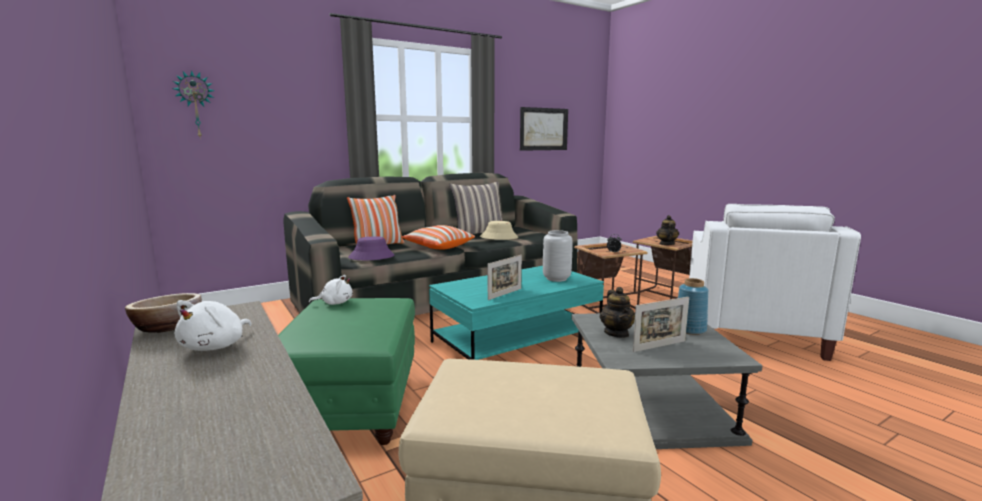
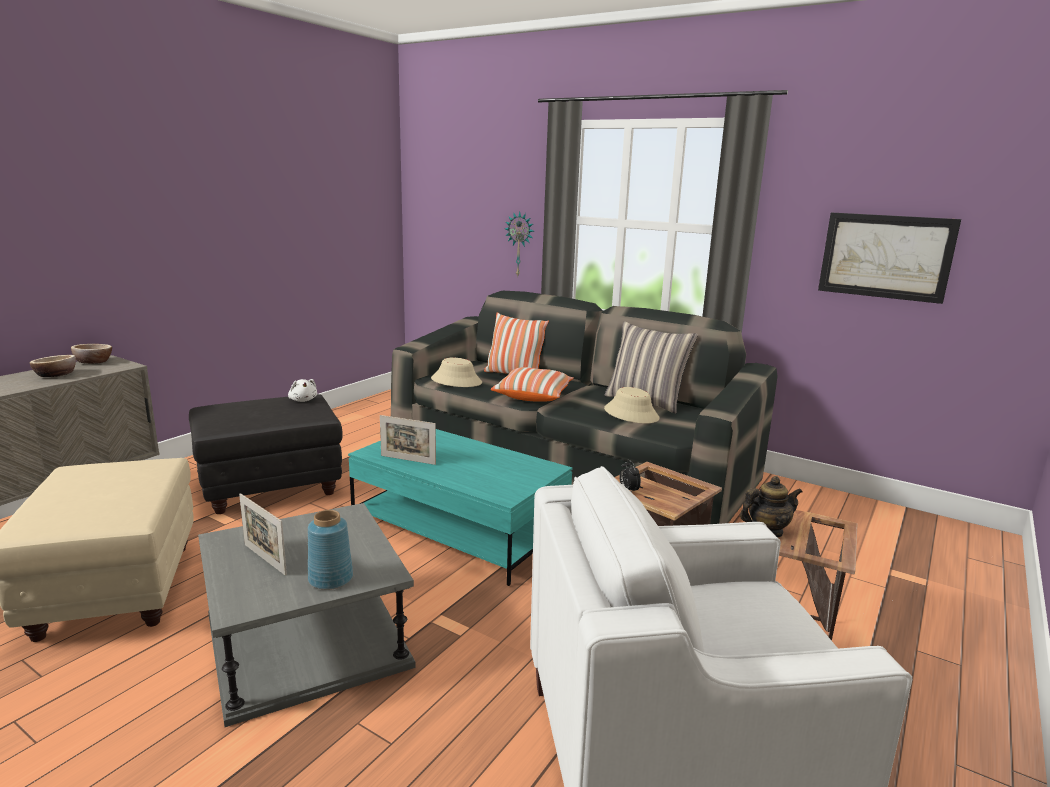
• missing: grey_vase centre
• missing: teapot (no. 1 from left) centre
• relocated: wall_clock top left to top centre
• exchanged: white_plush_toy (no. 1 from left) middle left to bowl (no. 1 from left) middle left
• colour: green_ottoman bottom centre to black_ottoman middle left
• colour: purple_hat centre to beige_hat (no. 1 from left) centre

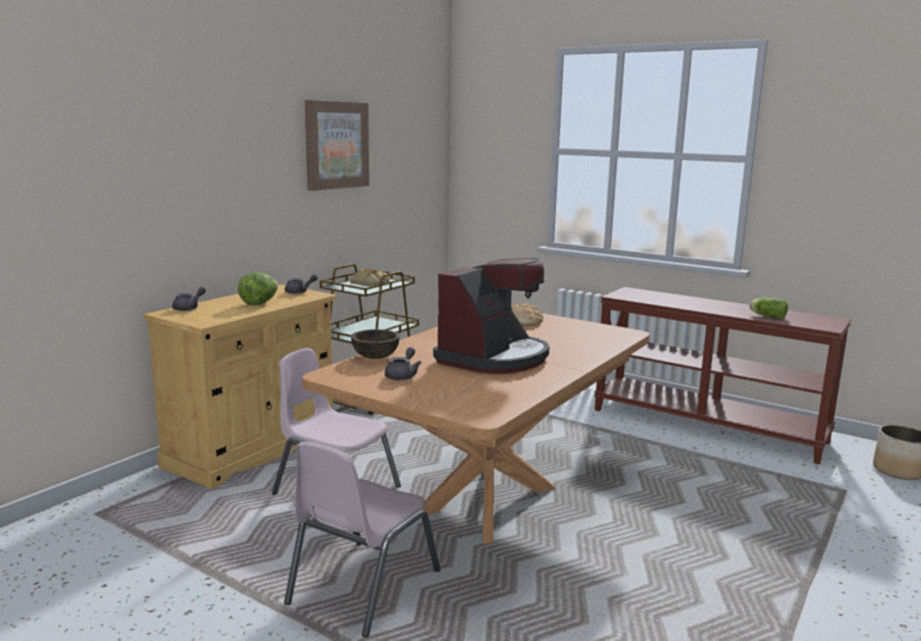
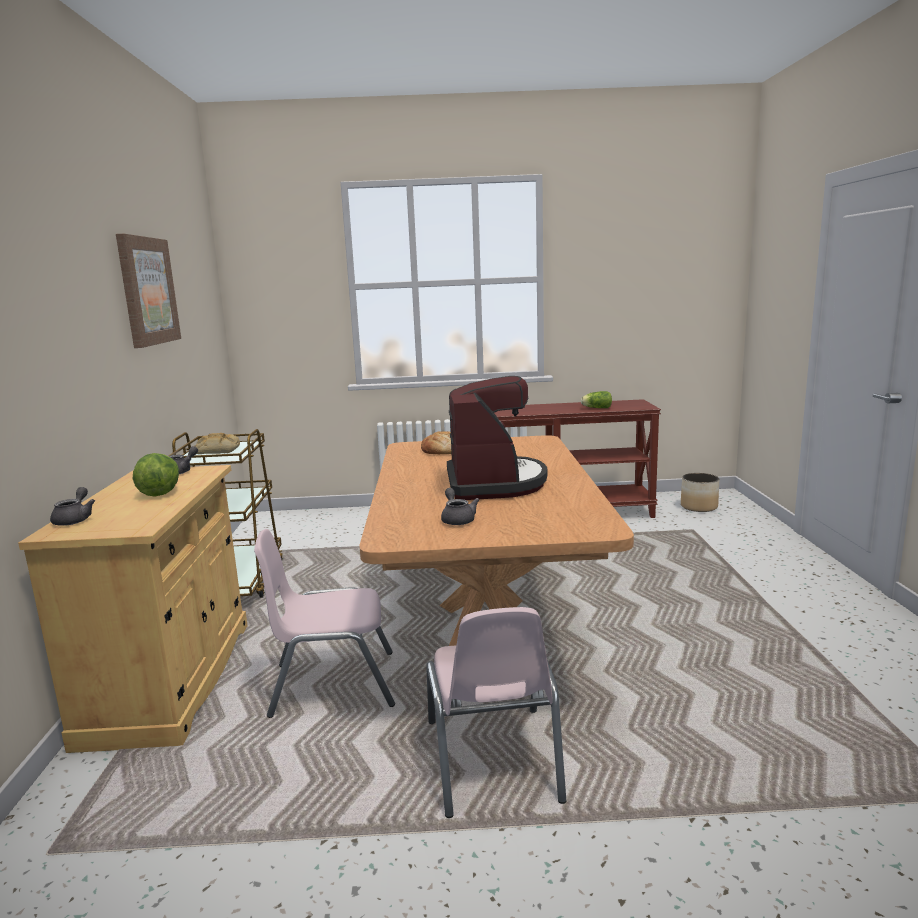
• missing: brown_bowl centre

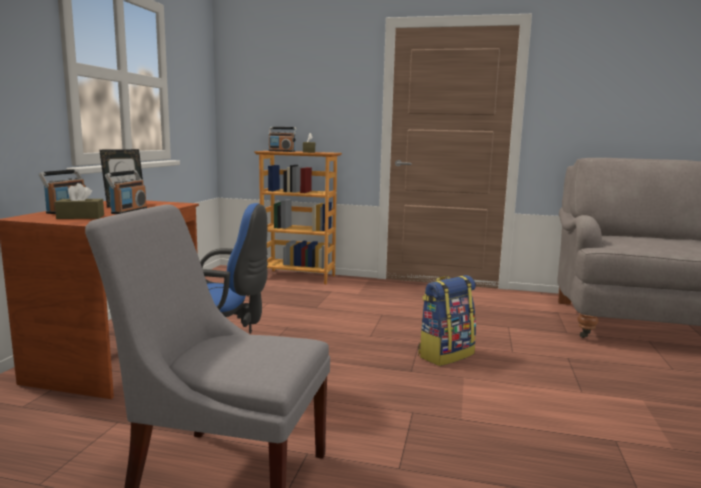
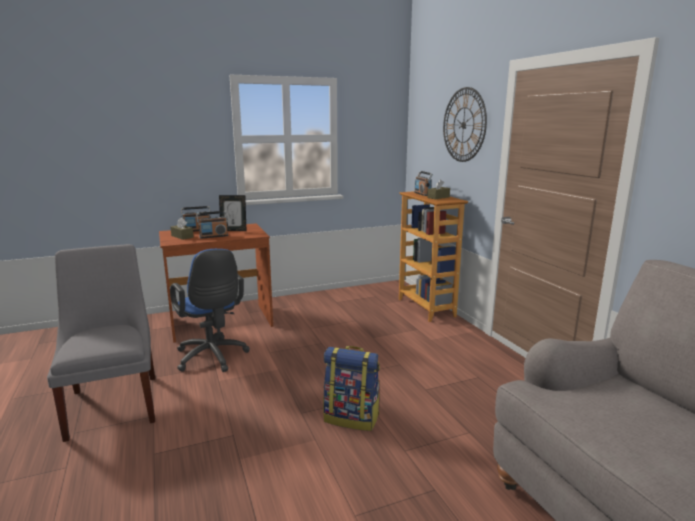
• appeared: wall_clock top right

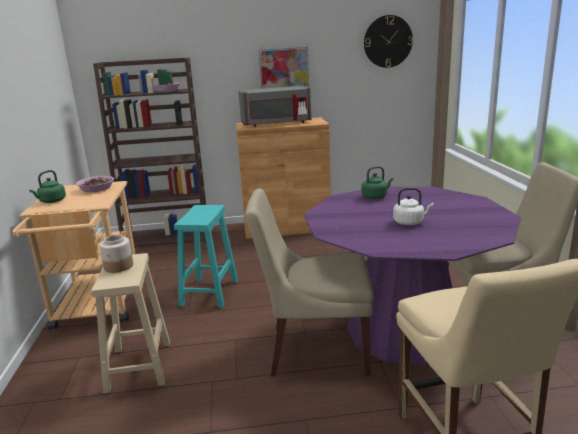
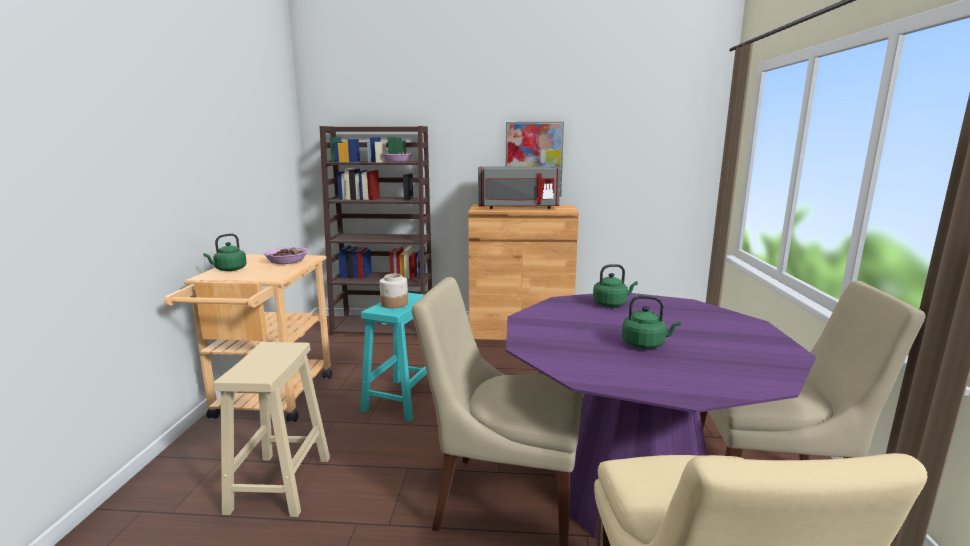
• missing: wall_clock top right
• relocated: jar middle left to centre
• colour: white_kettle middle right to green_kettle (no. 3 from left) middle right

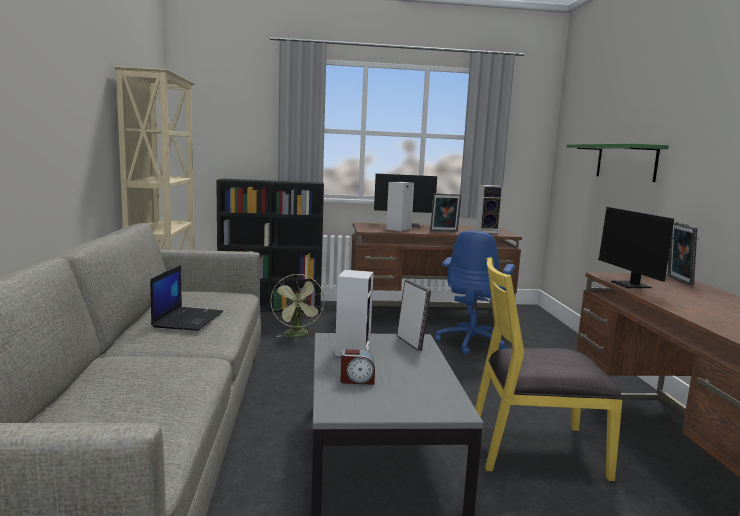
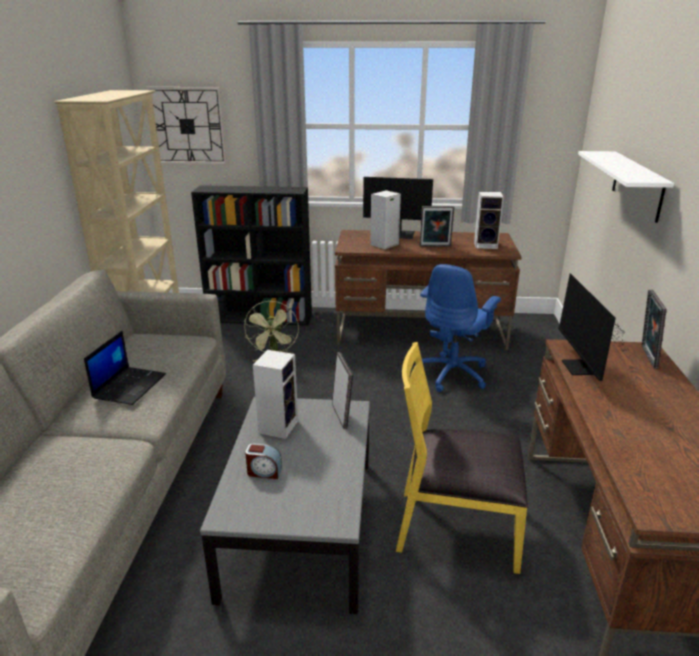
• appeared: wall_clock top left
• colour: green_shelf top right to white_shelf top right

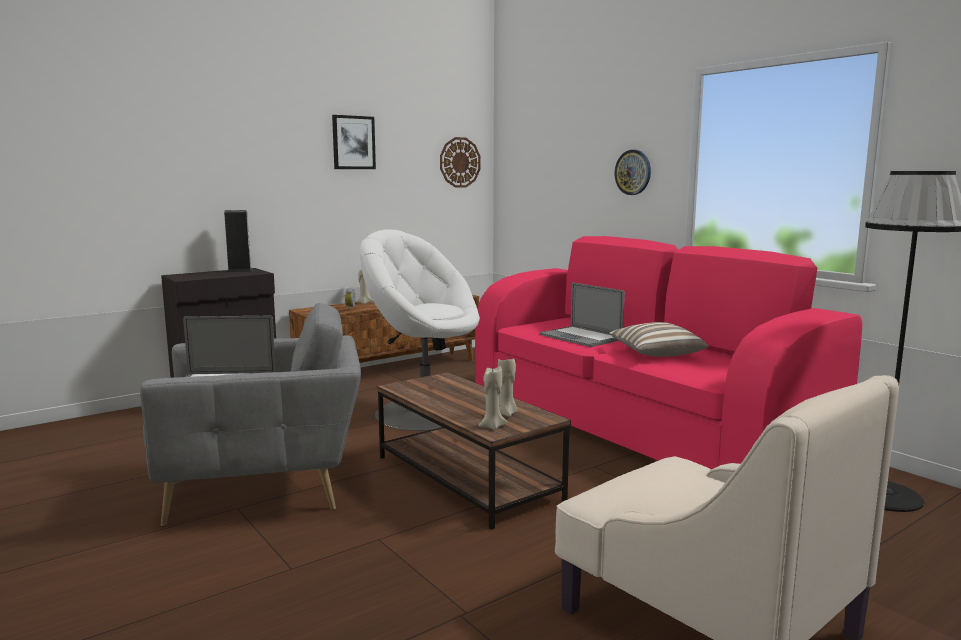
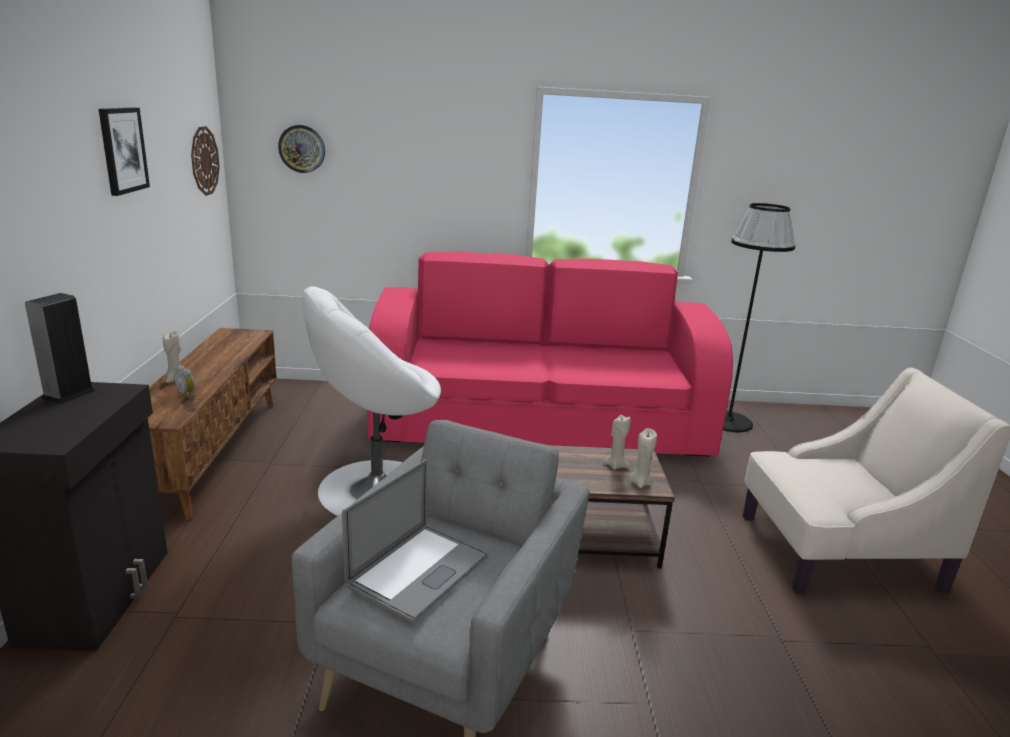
• missing: laptop (no. 2 from left) centre
• missing: pillow middle right
• relocated: wall_clock (no. 2 from left) top centre to top left

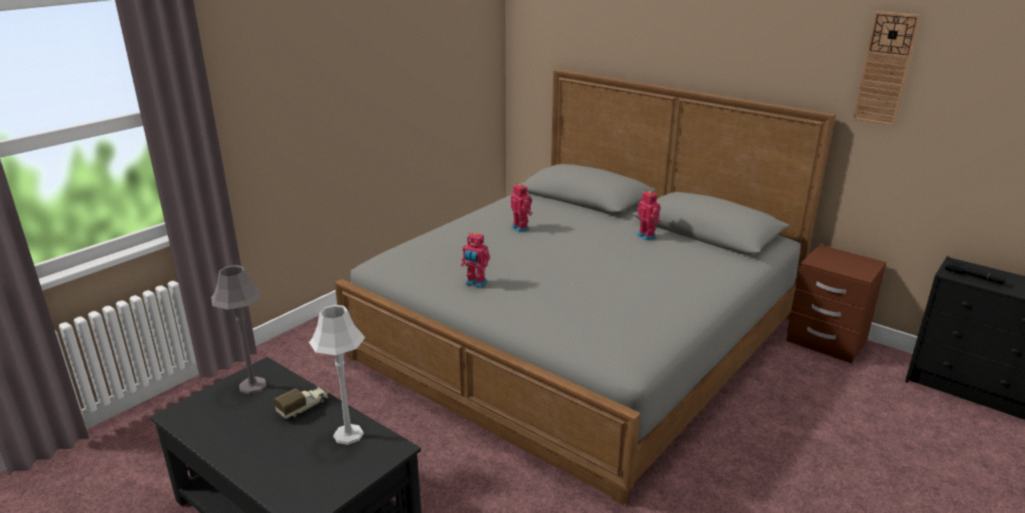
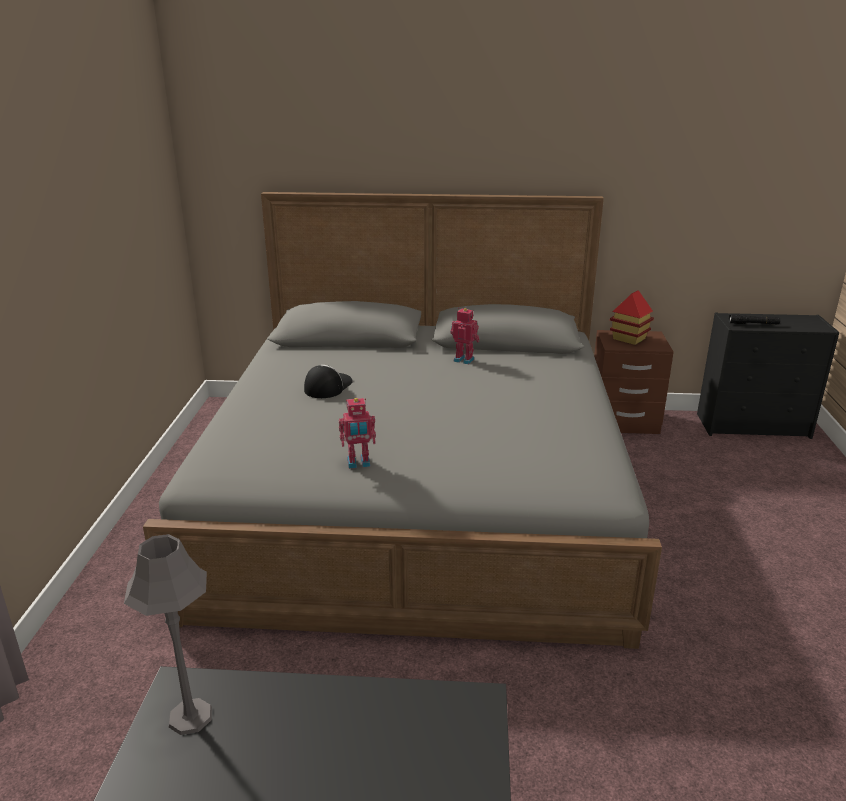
• missing: toy_truck bottom left
• missing: grey_table_lamp (no. 2 from left) bottom left
• missing: wall_clock top right
• appeared: toy_house middle right
• exchanged: toy_robot (no. 2 from left) centre to cap centre

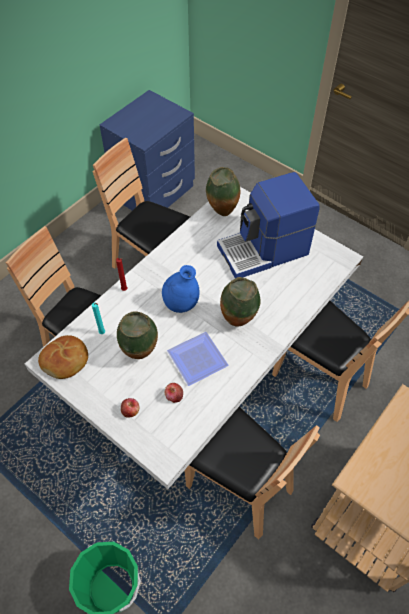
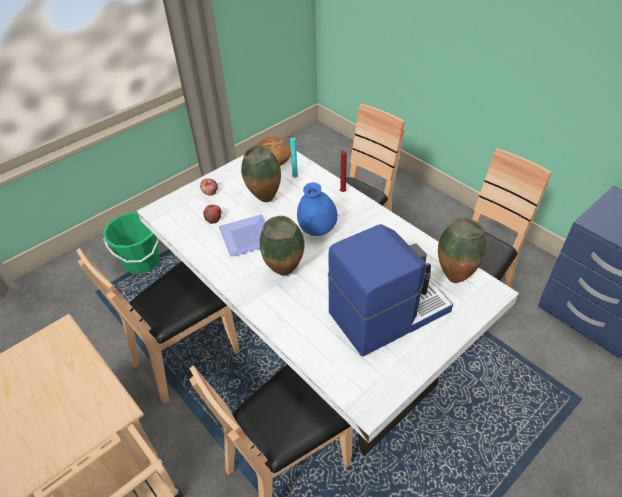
• spun: coffee_machine centre = centre 75 degrees clockwise

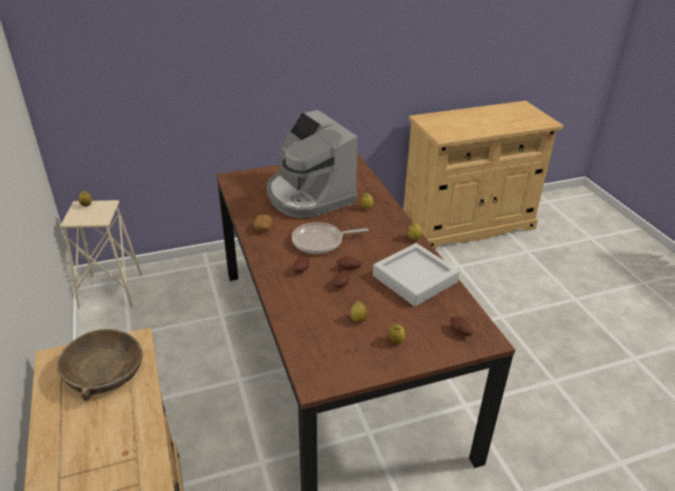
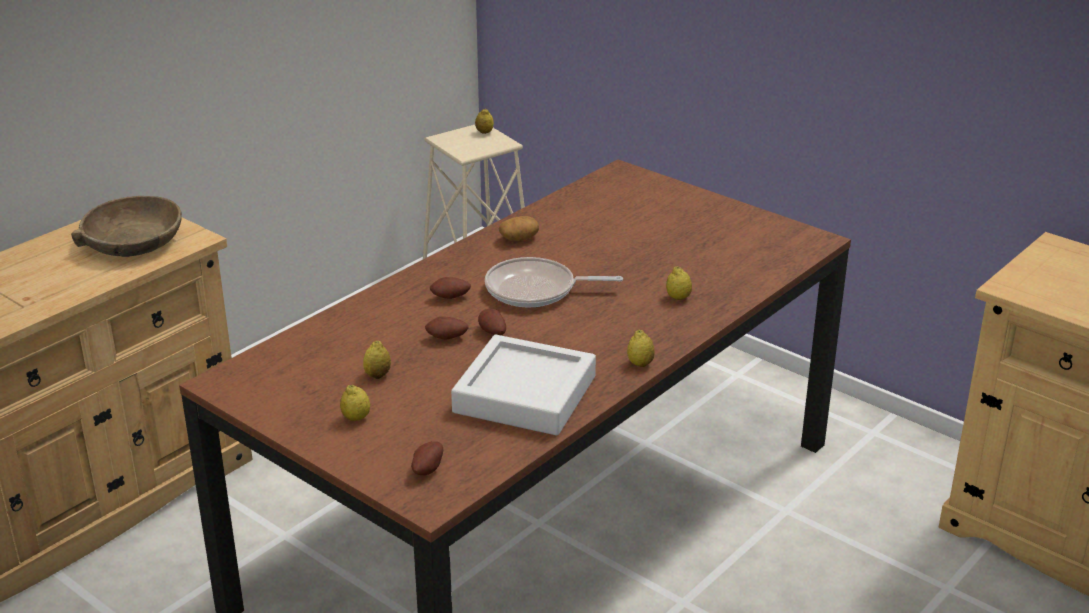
• missing: coffee_machine centre
• spun: frying_pan centre = centre 45 degrees counterclockwise

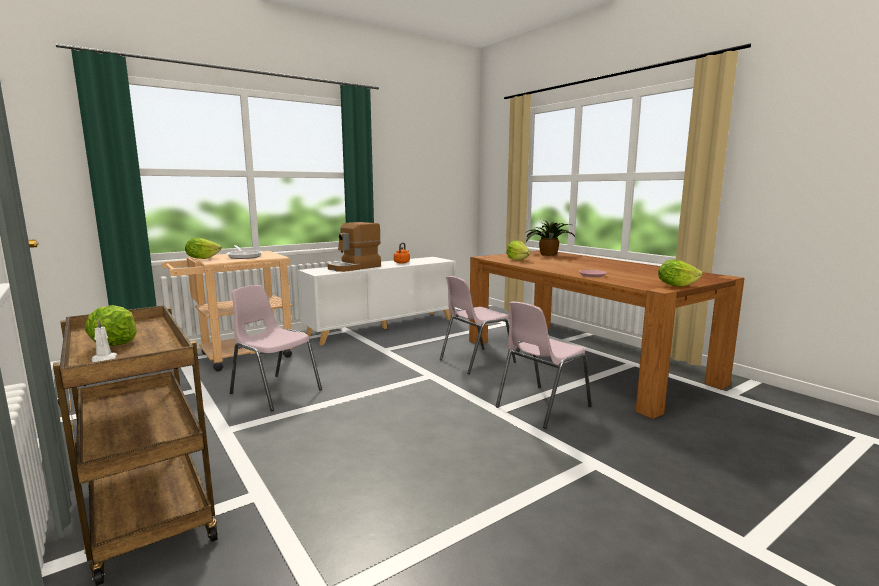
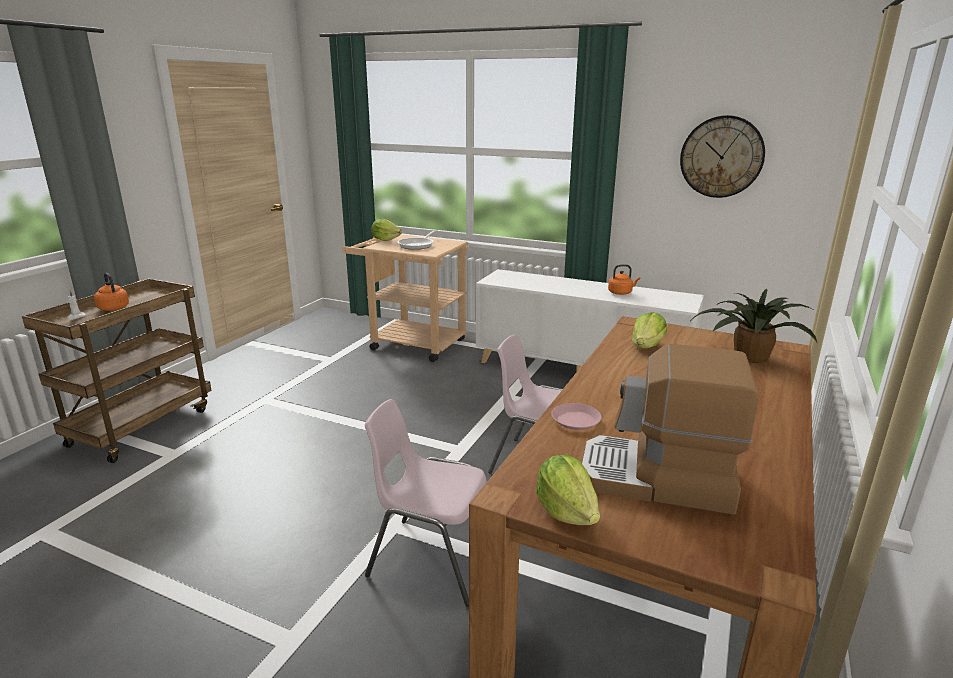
• missing: pink_chair (no. 1 from left) middle left
• appeared: wall_clock top right
• relocated: coffee_machine centre to middle right
• exchanged: lettuce (no. 1 from left) middle left to orange_kettle (no. 1 from left) middle left

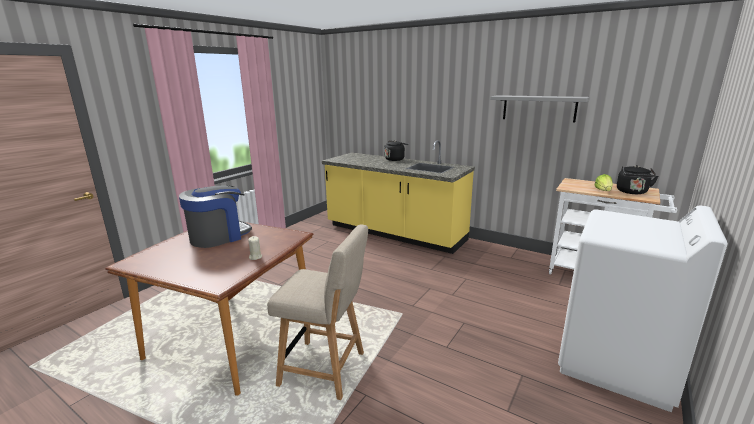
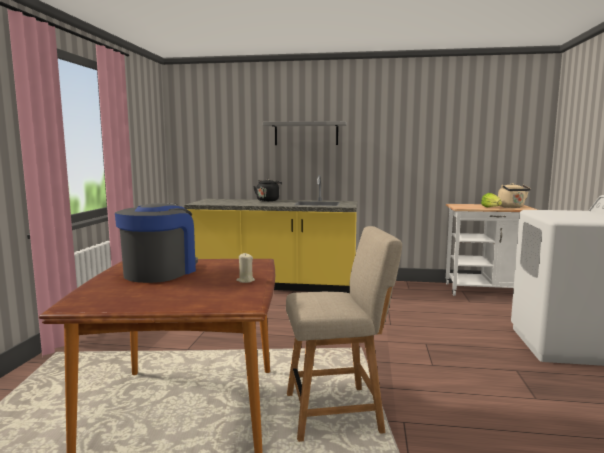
• relocated: grey_shelf top right to top centre
• colour: black_kettle (no. 2 from left) middle right to beige_kettle middle right

